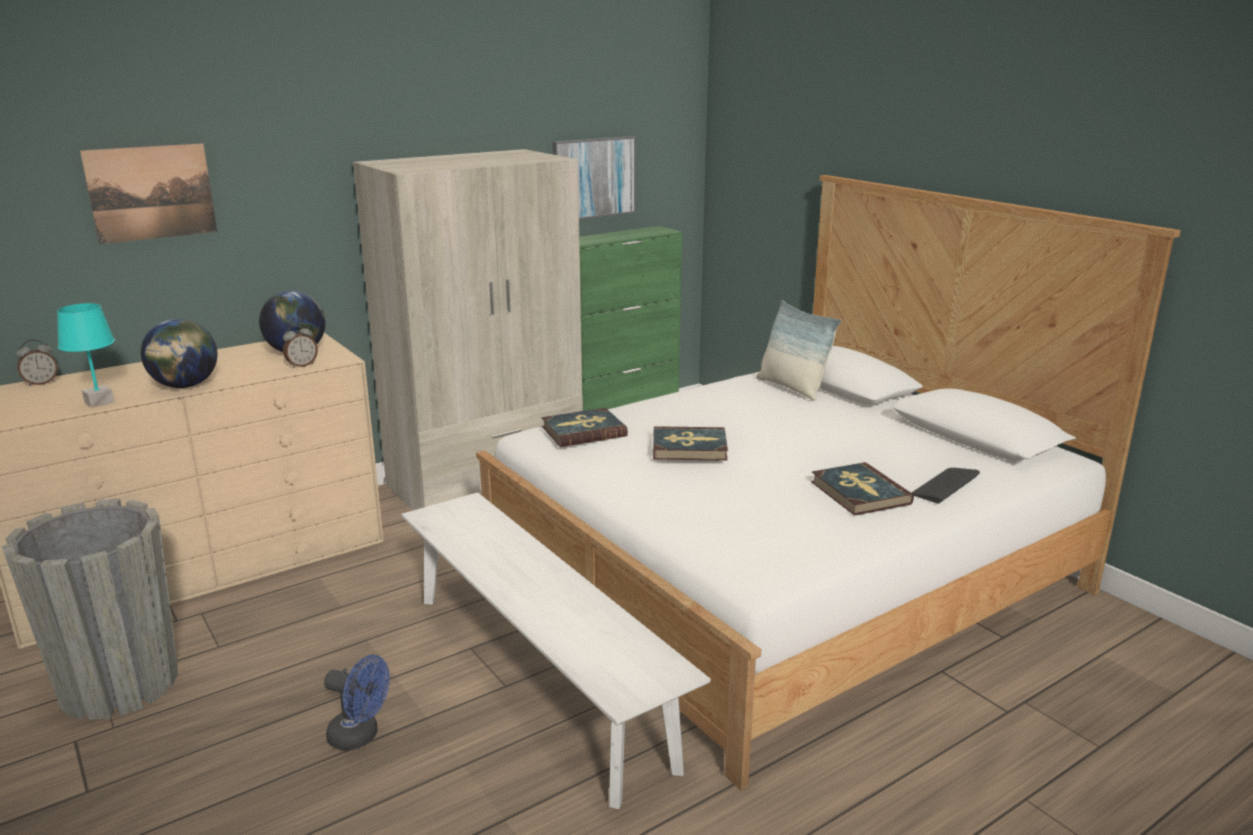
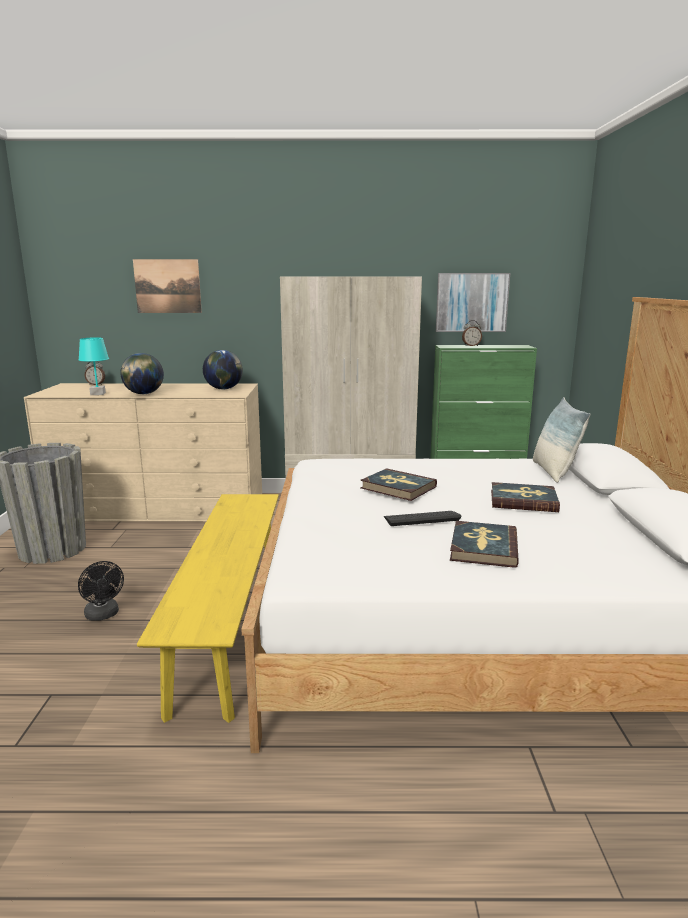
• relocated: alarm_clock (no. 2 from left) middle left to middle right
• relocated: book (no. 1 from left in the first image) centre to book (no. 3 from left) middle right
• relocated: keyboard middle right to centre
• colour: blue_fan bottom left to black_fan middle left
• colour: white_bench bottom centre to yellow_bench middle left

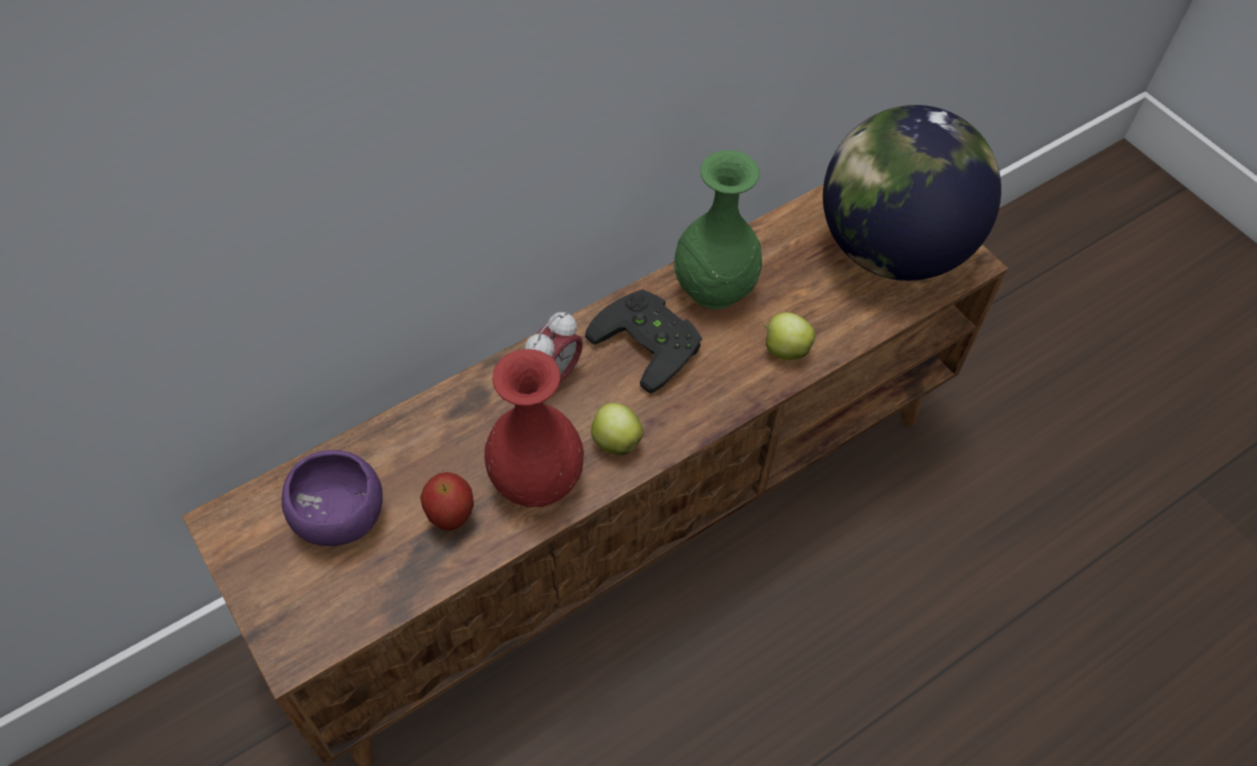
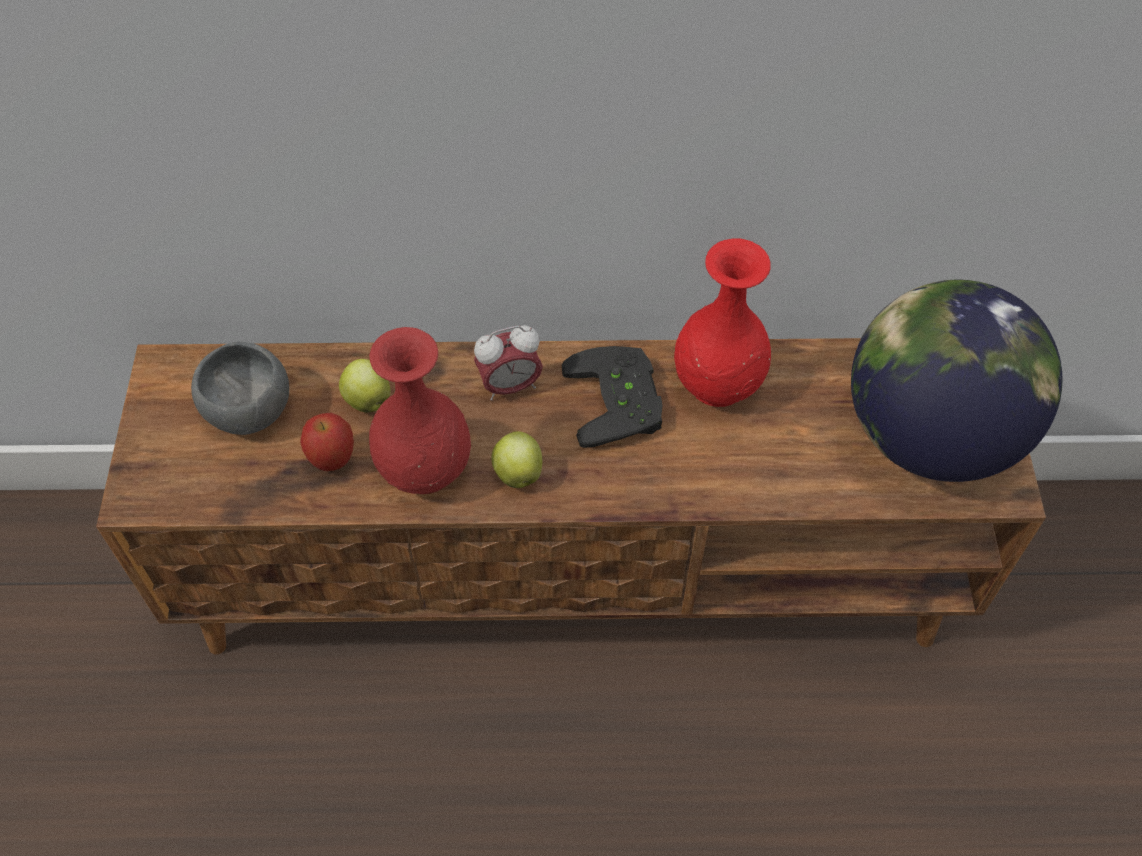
• relocated: apple (no. 3 from left in the first image) centre to apple (no. 2 from left) middle left
• colour: purple_bowl middle left to grey_bowl middle left
• colour: green_vase top centre to red_vase (no. 2 from left) centre

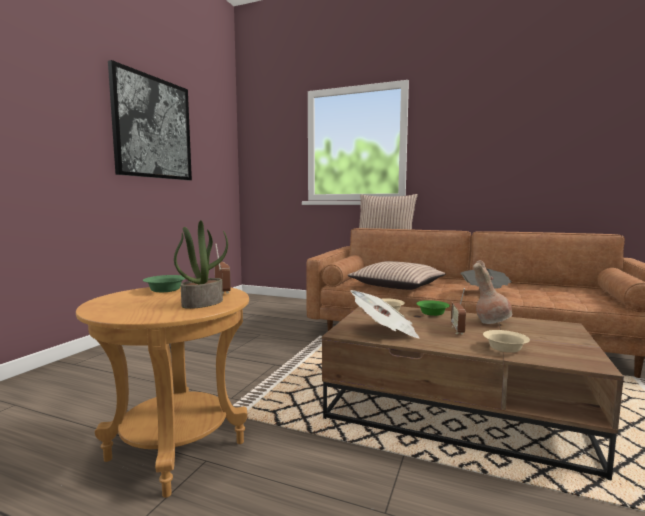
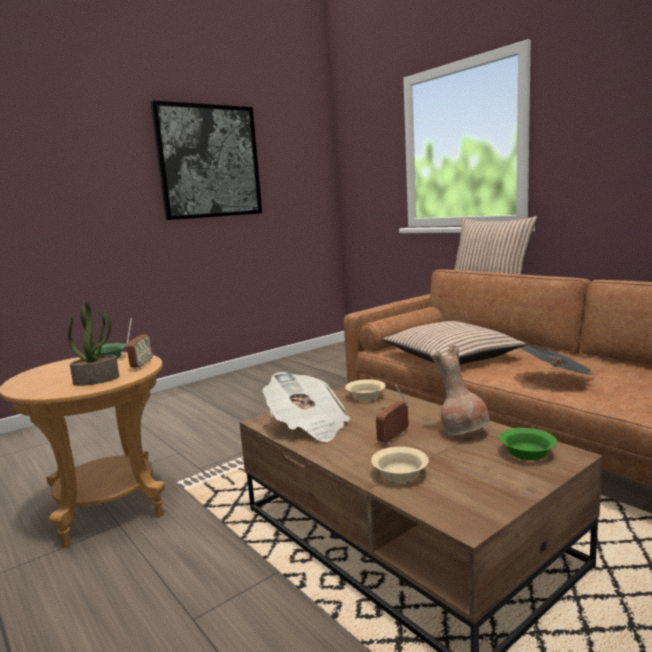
• relocated: green_bowl (no. 2 from left) middle right to bottom right

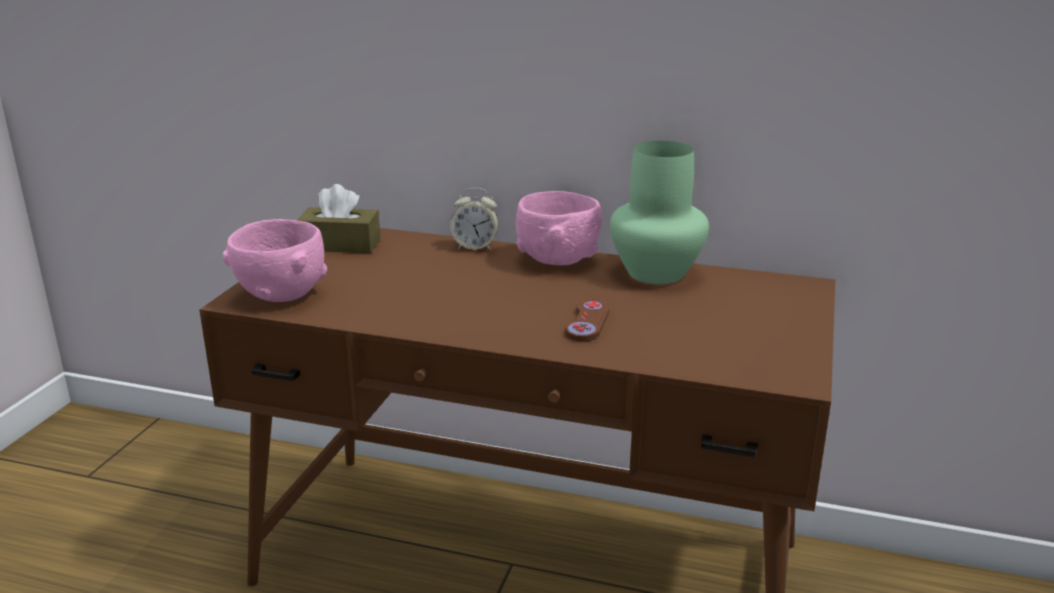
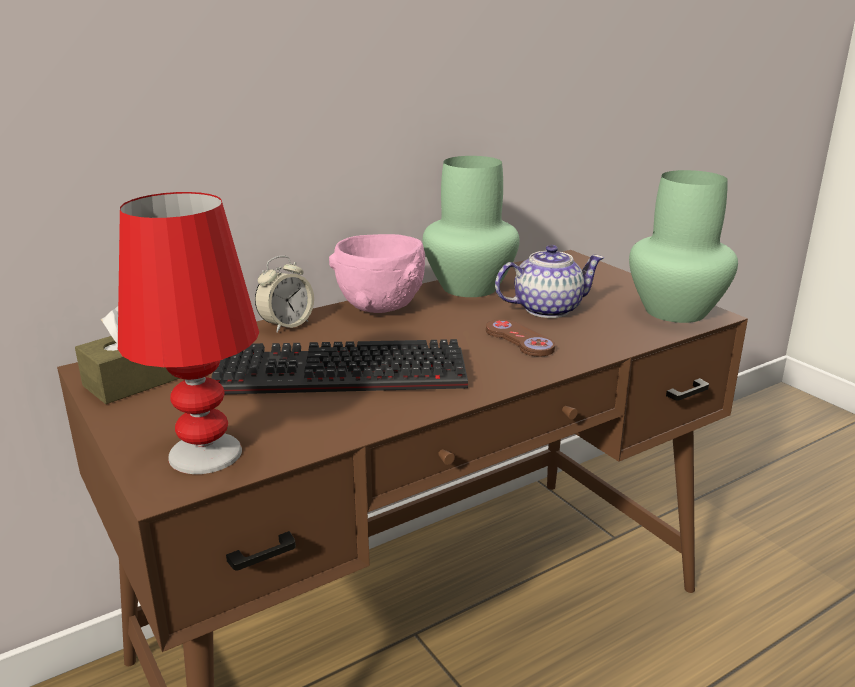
• appeared: keyboard centre
• appeared: teapot centre
• appeared: green_vase (no. 2 from left) middle right
• exchanged: pink_bowl (no. 1 from left) middle left to red_table_lamp middle left

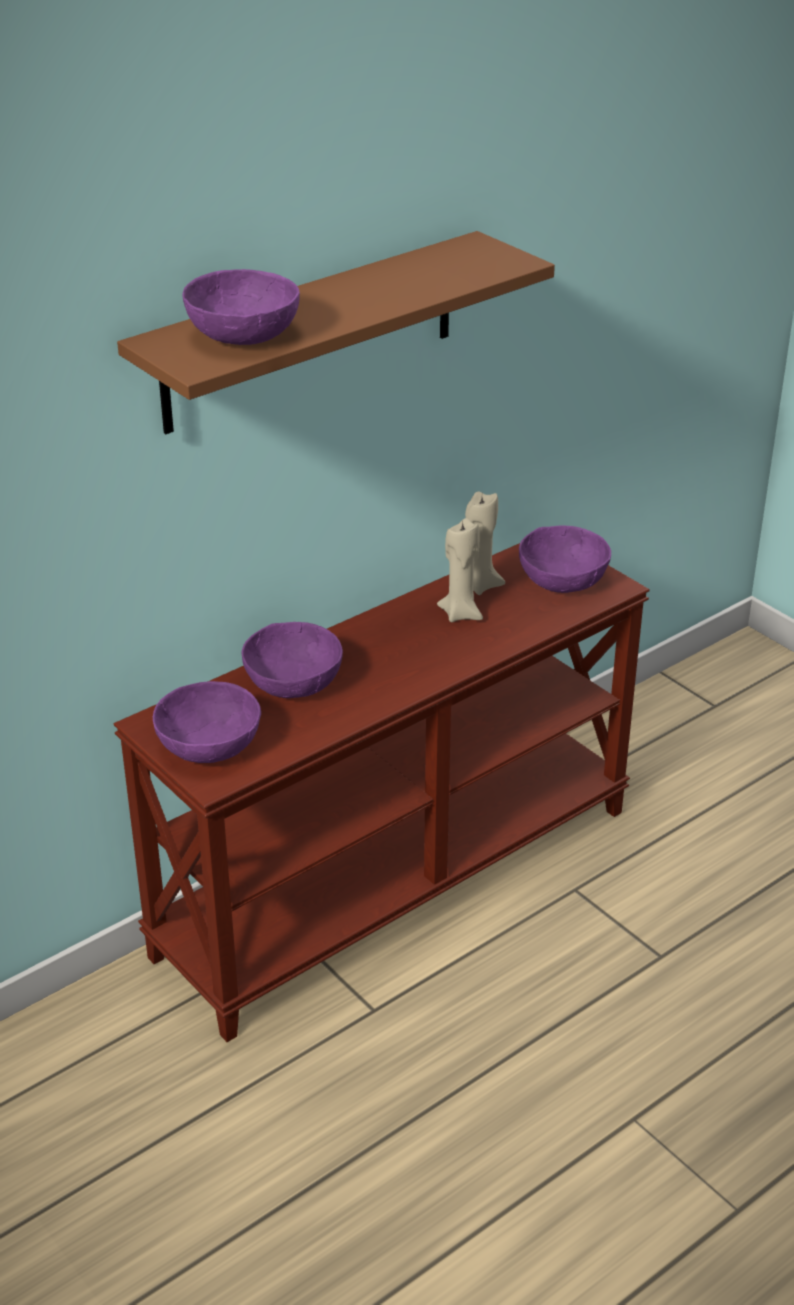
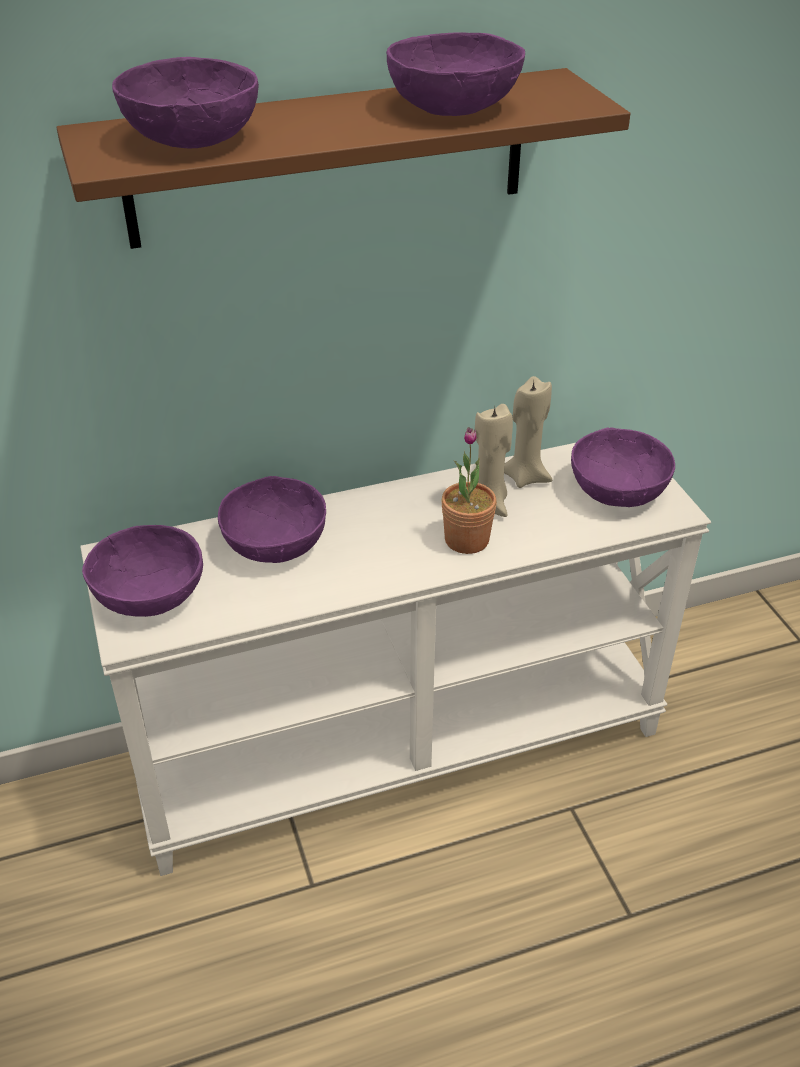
• appeared: purple_bowl (no. 4 from left) top centre
• appeared: potted_plant centre
• colour: brown_console_table centre to white_console_table centre

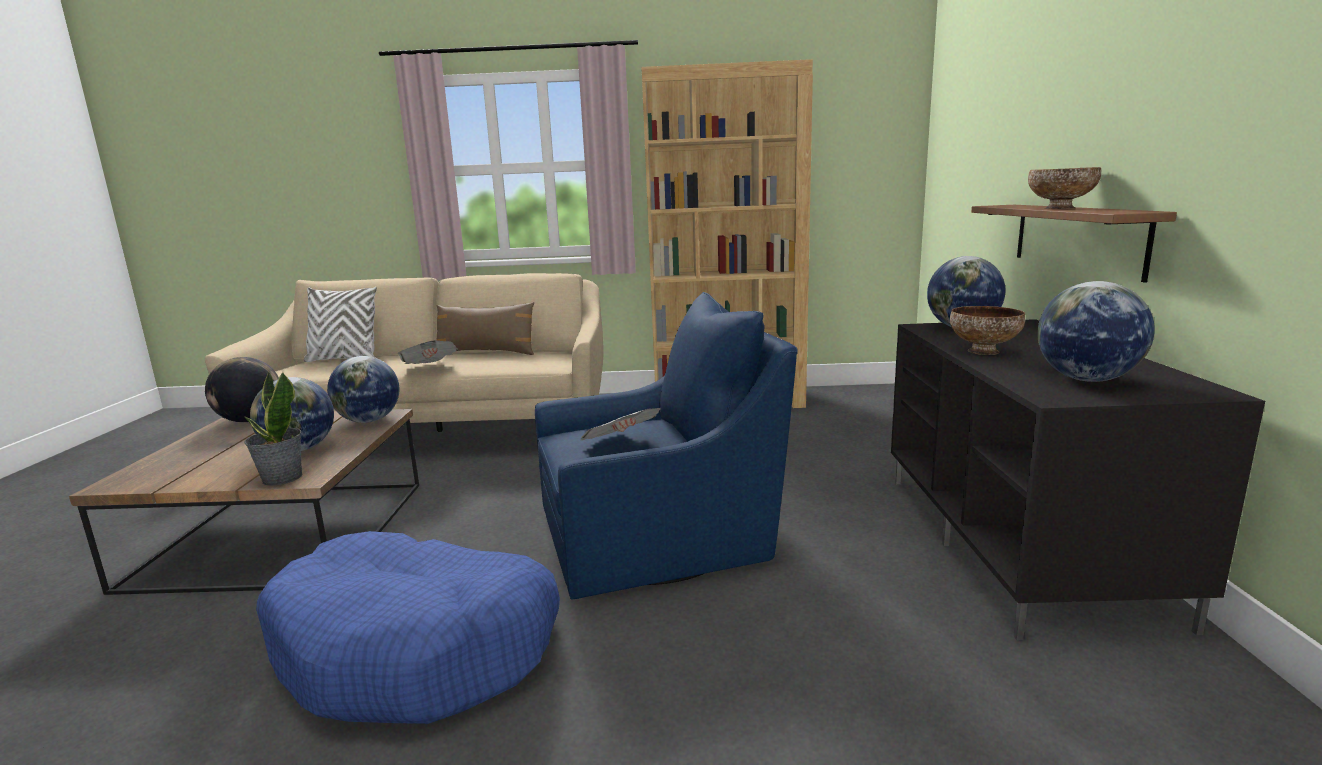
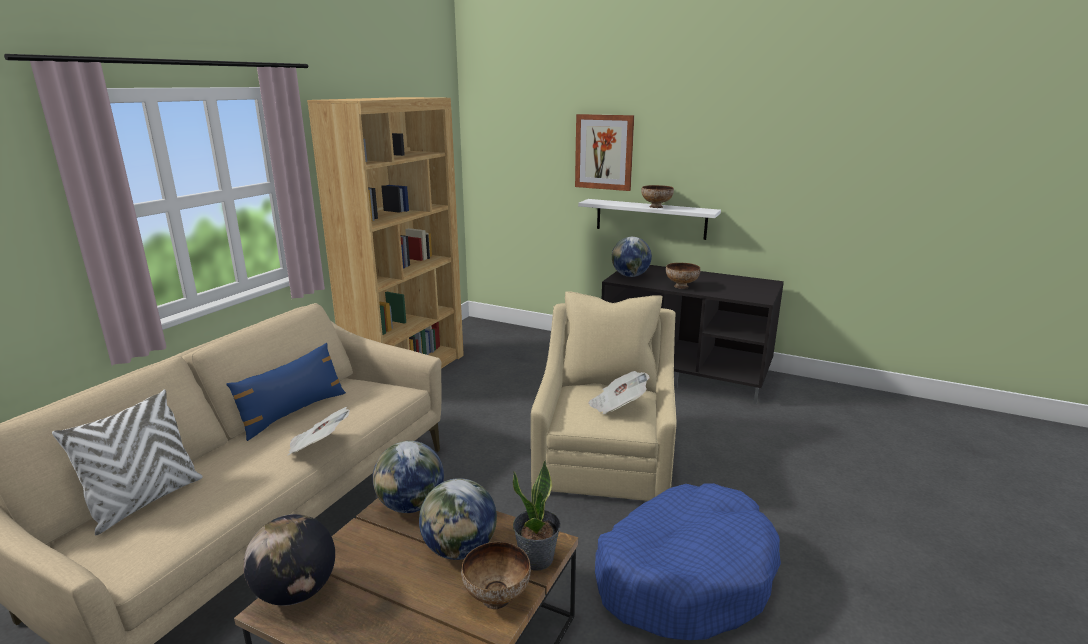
• missing: globe (no. 5 from left) middle right
• appeared: bowl (no. 1 from left) bottom centre
• appeared: picture top centre
• colour: brown_pillow centre to blue_pillow middle left
• colour: blue_armchair centre to beige_armchair centre
• colour: brown_shelf top right to white_shelf centre

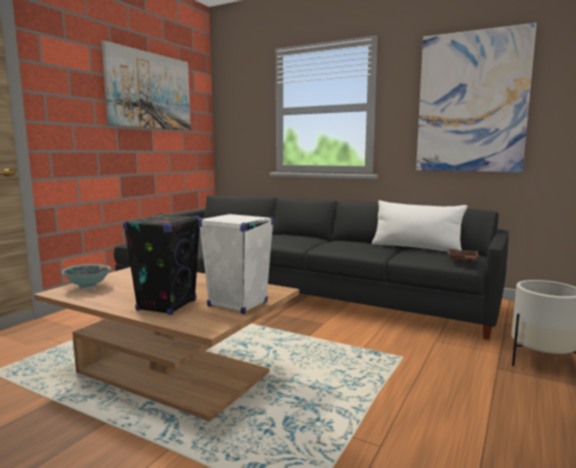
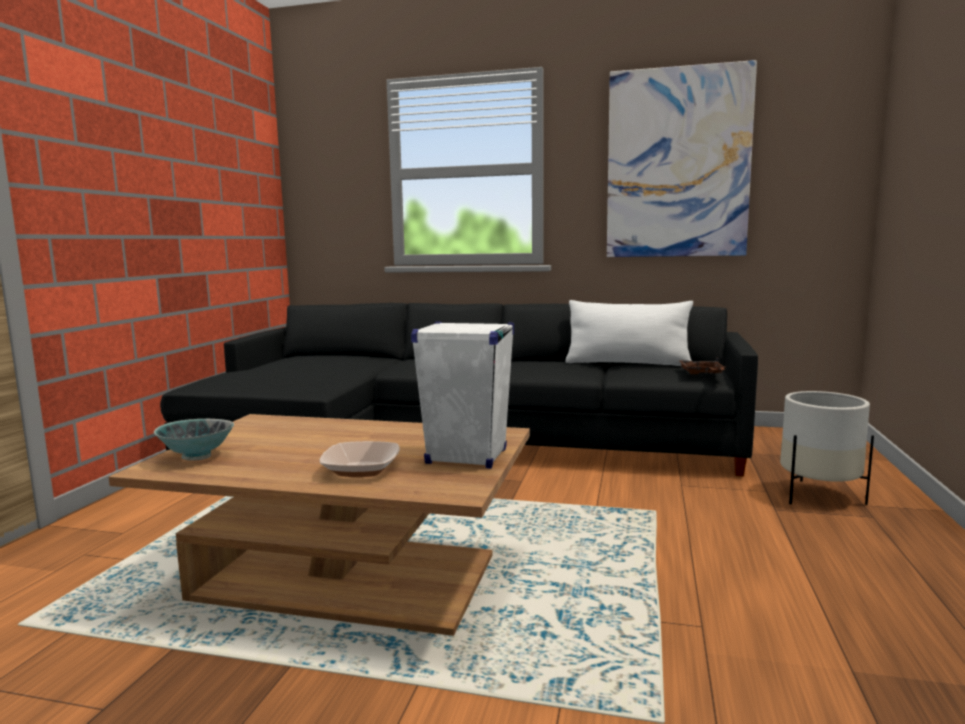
• missing: picture (no. 1 from left) top left
• exchanged: black_speaker middle left to bowl (no. 2 from left) centre

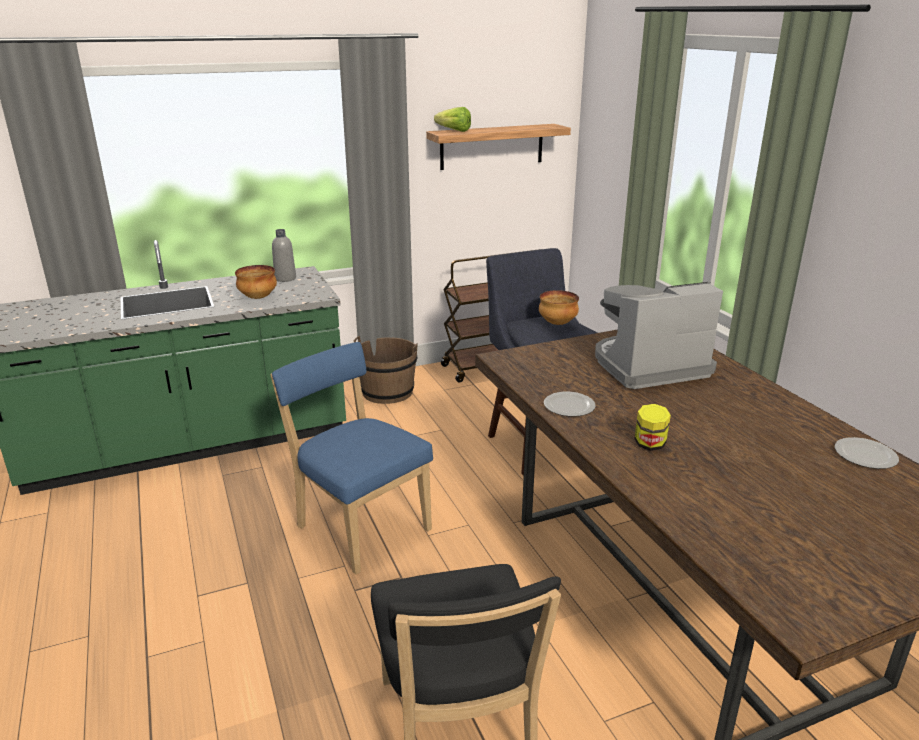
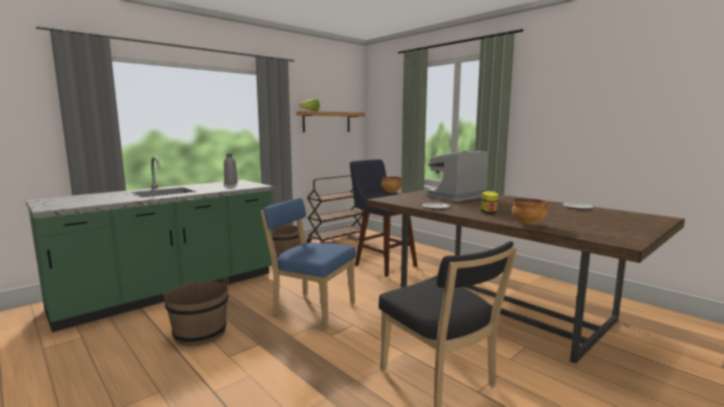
• appeared: brown_bucket (no. 1 from left) bottom left
• relocated: bowl (no. 1 from left in the first image) middle left to bowl (no. 2 from left) middle right

